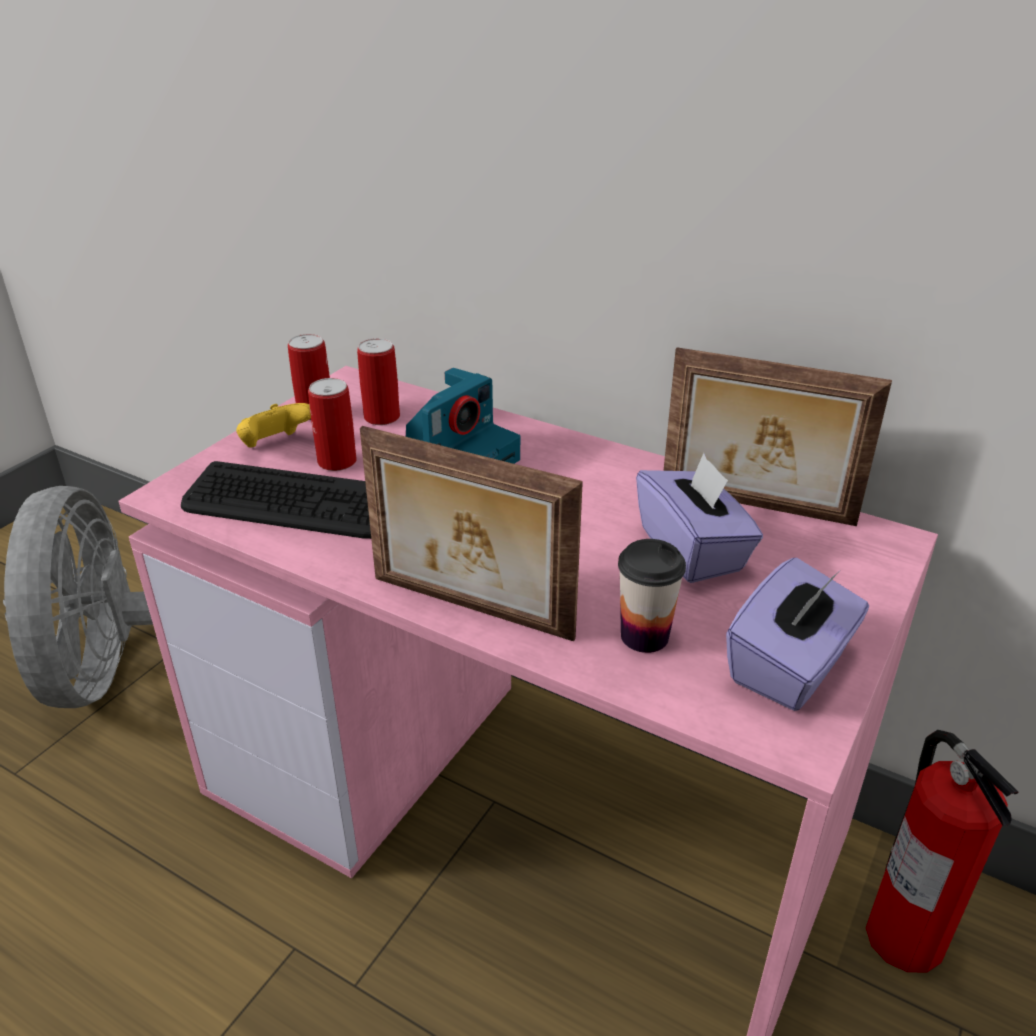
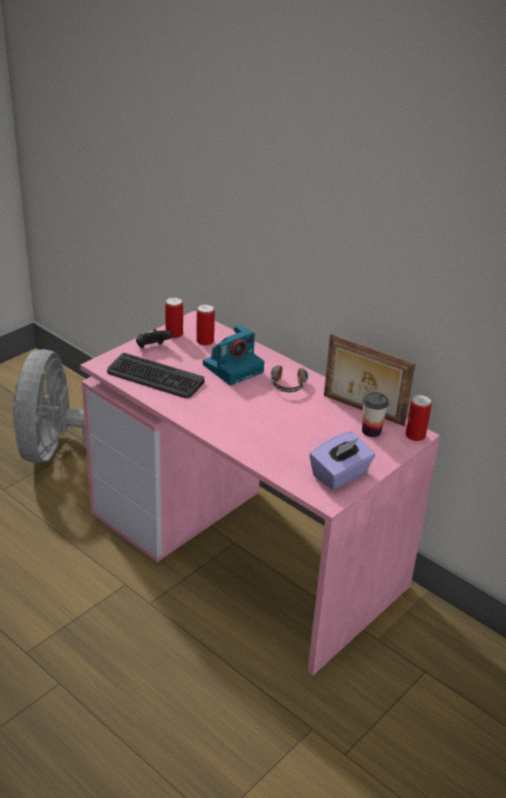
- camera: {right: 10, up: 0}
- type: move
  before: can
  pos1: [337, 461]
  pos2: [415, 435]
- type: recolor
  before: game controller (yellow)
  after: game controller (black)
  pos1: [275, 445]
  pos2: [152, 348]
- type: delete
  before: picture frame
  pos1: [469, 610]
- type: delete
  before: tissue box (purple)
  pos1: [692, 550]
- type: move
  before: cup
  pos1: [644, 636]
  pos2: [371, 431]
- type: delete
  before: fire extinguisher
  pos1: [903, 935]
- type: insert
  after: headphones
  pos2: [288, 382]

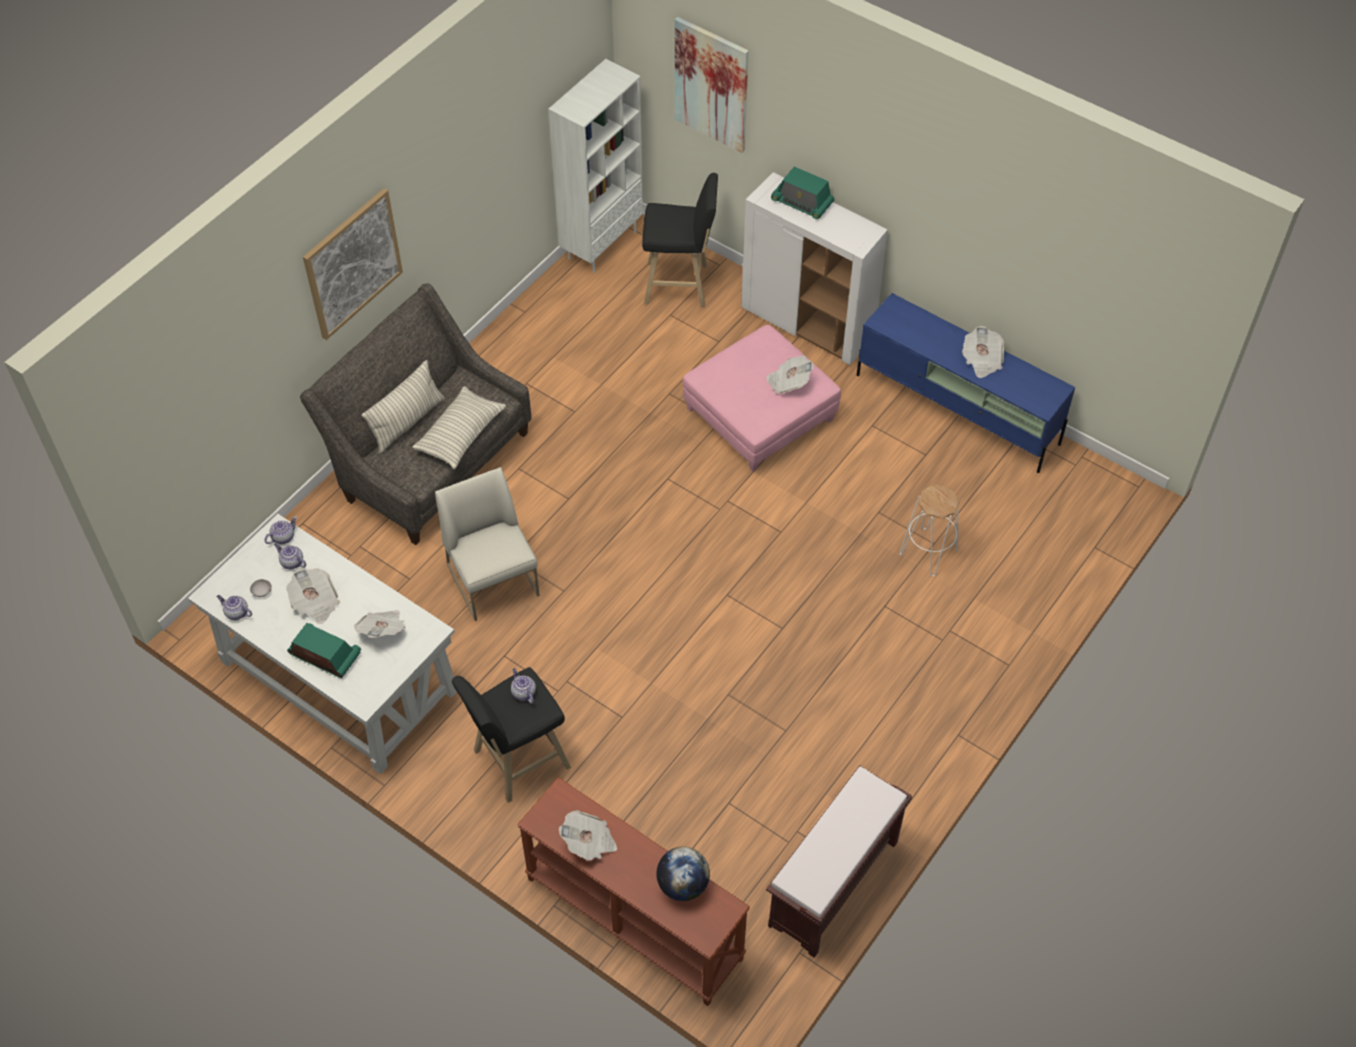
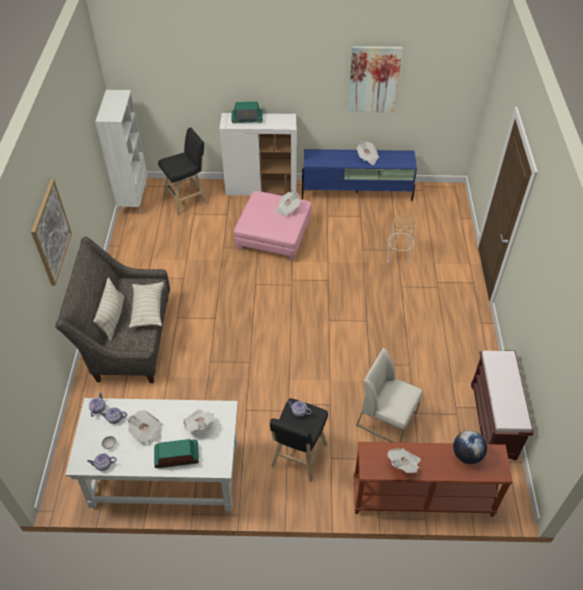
- camera: {right: -35, up: -5}
- type: move
  before: picture
  pos1: [711, 85]
  pos2: [374, 79]
- type: move
  before: chair (white)
  pos1: [494, 580]
  pos2: [387, 418]

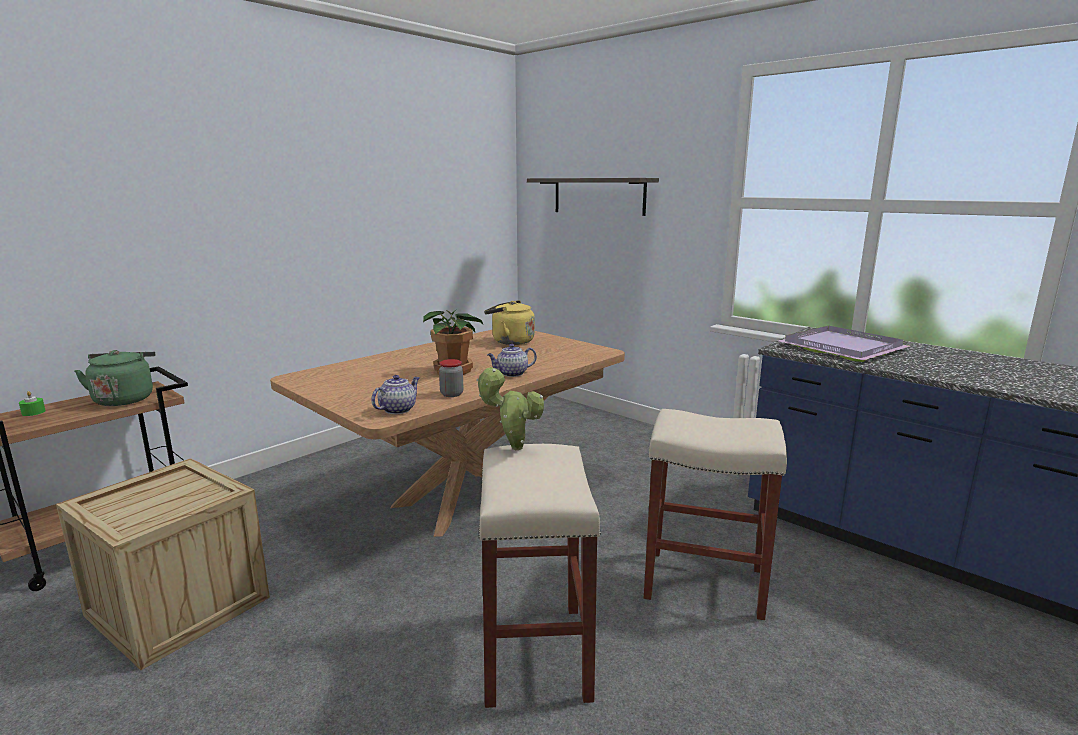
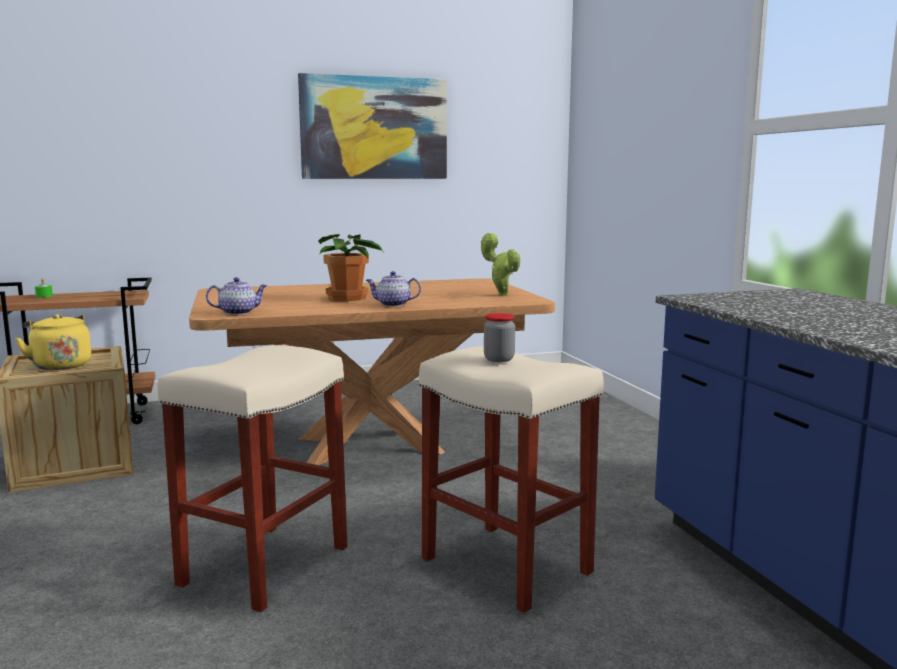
- camera: {right: 30, up: -5}
- type: delete
  before: shelf
  pos1: [598, 196]
- type: move
  before: kettle (yellow)
  pos1: [510, 341]
  pos2: [60, 365]
- type: delete
  before: tray (purple)
  pos1: [843, 348]
- type: delete
  before: kettle (green)
  pos1: [125, 399]
- type: move
  before: jar
  pos1: [451, 394]
  pos2: [499, 359]
- type: move
  before: potted plant
  pos1: [512, 448]
  pos2: [501, 294]
- type: insert
  after: picture
  pos2: [374, 128]

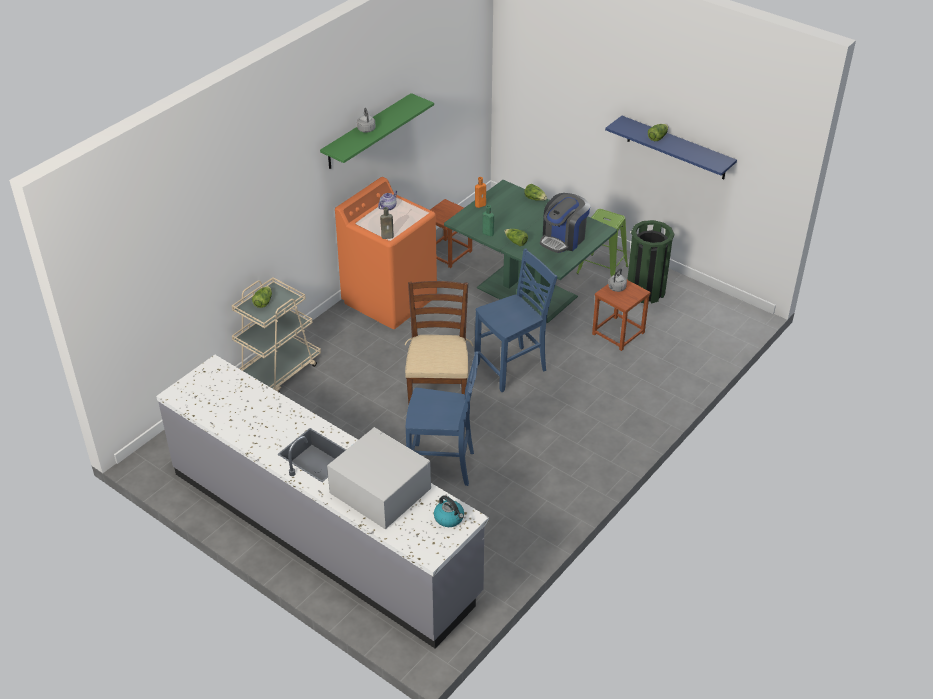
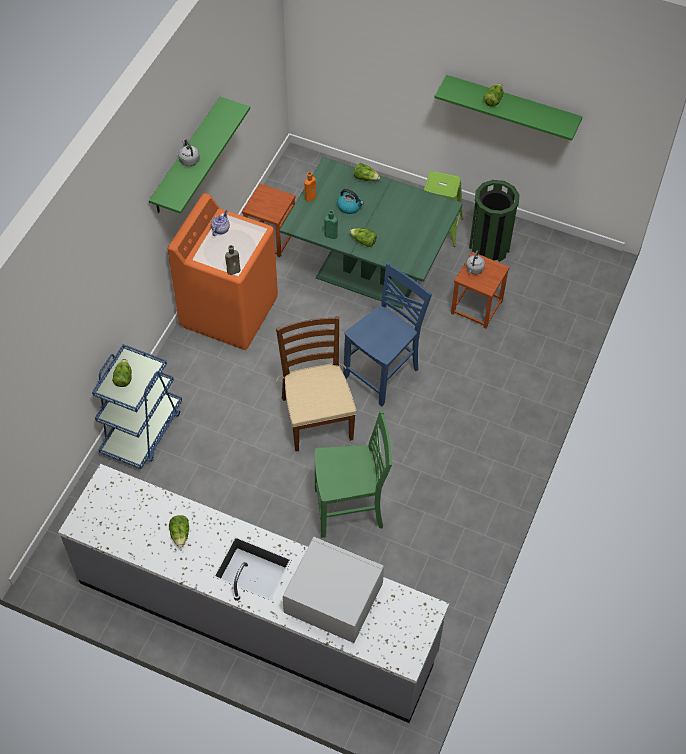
- camera: {right: -15, up: 15}
- type: recolor
  before: shelf (blue)
  after: shelf (green)
  pos1: [676, 148]
  pos2: [512, 105]
- type: delete
  before: coffee machine
  pos1: [563, 239]
- type: recolor
  before: cart (beige)
  after: cart (blue)
  pos1: [278, 371]
  pos2: [142, 430]
- type: recolor
  before: chair (blue)
  after: chair (green)
  pos1: [442, 466]
  pos2: [350, 510]
- type: move
  before: kettle
  pos1: [449, 518]
  pos2: [350, 206]
- type: insert
  after: lettuce
  pos2: [180, 534]

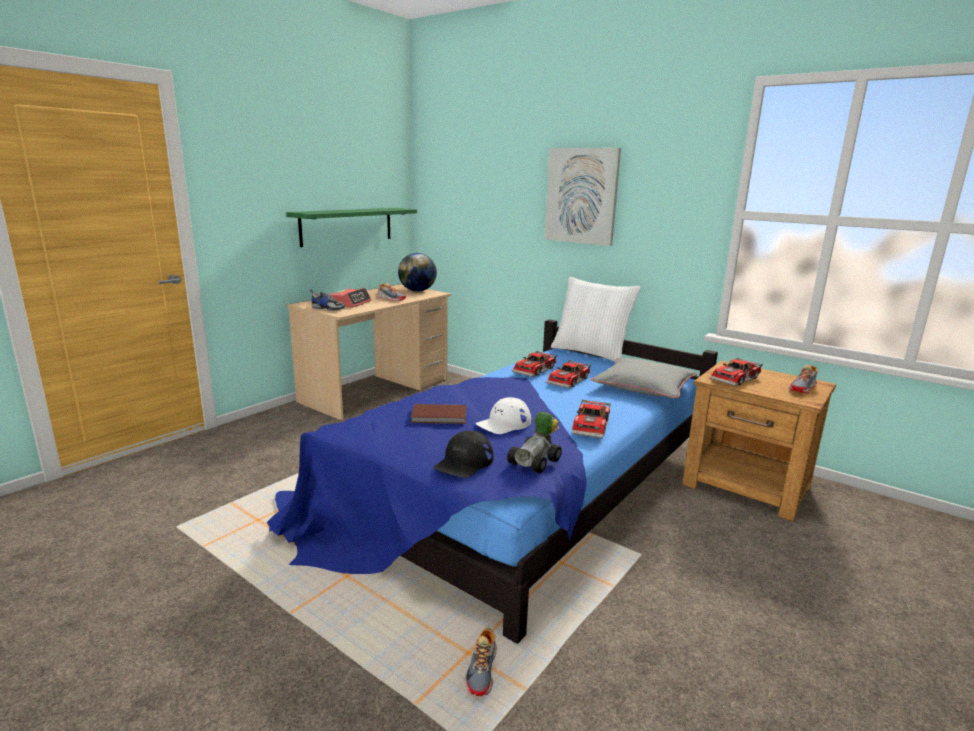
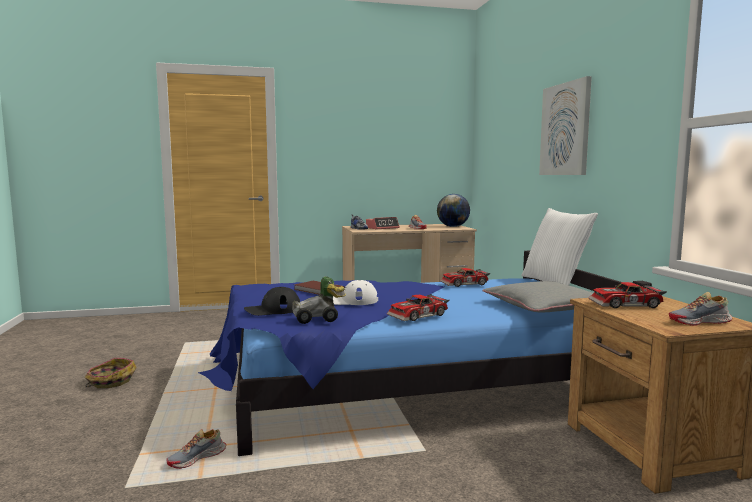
- camera: {right: 40, up: -10}
- type: delete
  before: shelf (green)
  pos1: [347, 226]
- type: delete
  before: toy car
  pos1: [570, 381]
- type: insert
  after: basket
  pos2: [110, 381]

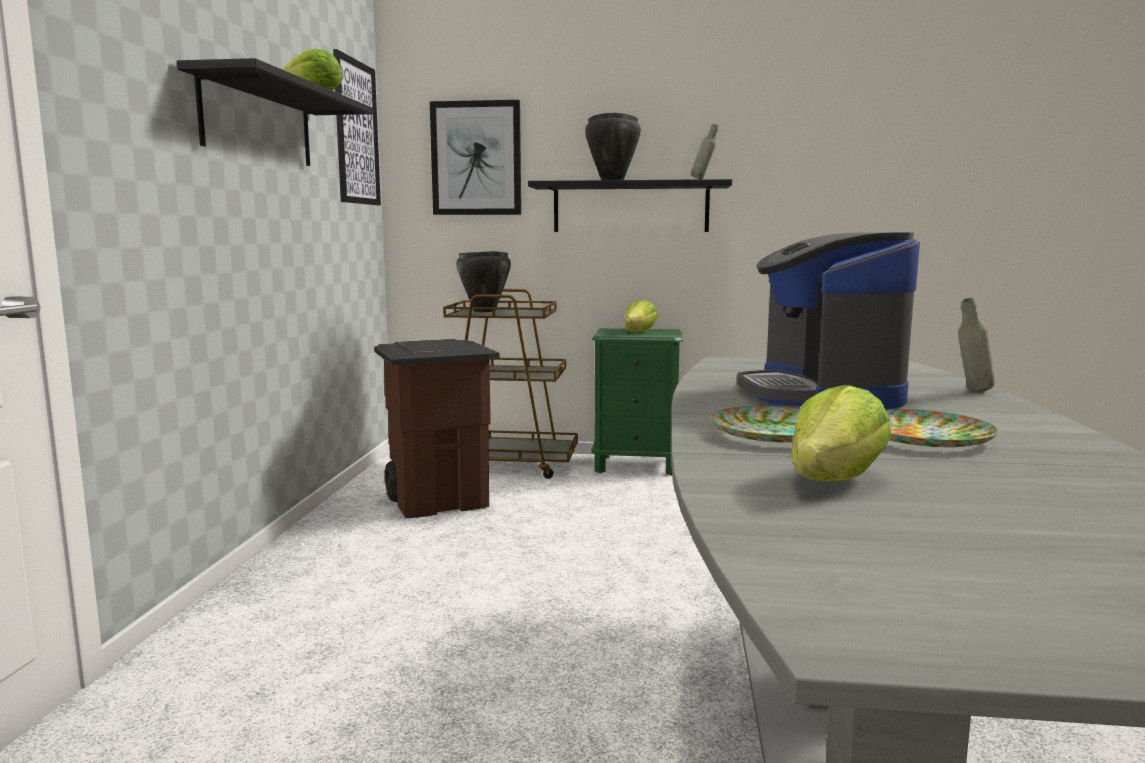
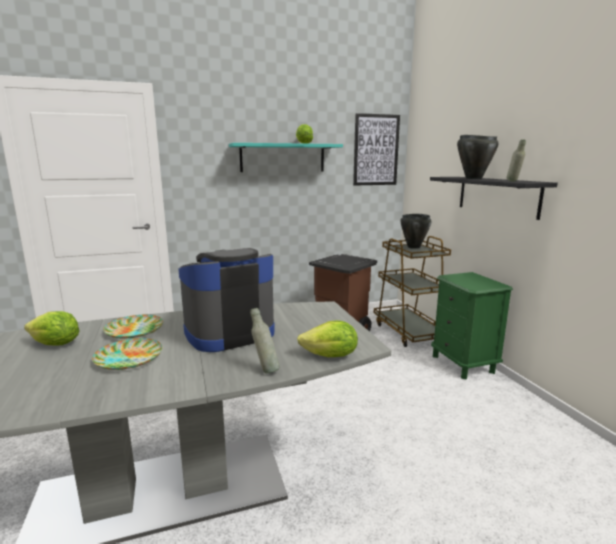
- camera: {right: 65, up: 5}
- type: recolor
  before: shelf (black)
  after: shelf (turquoise)
  pos1: [258, 122]
  pos2: [282, 158]
- type: delete
  before: picture
  pos1: [476, 158]
- type: move
  before: lettuce
  pos1: [639, 332]
  pos2: [330, 356]

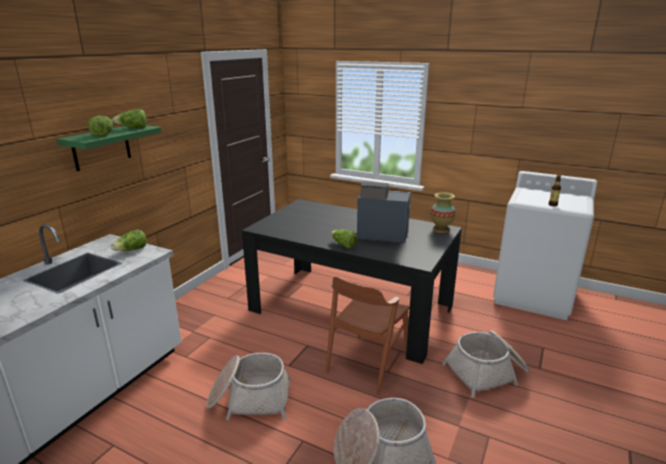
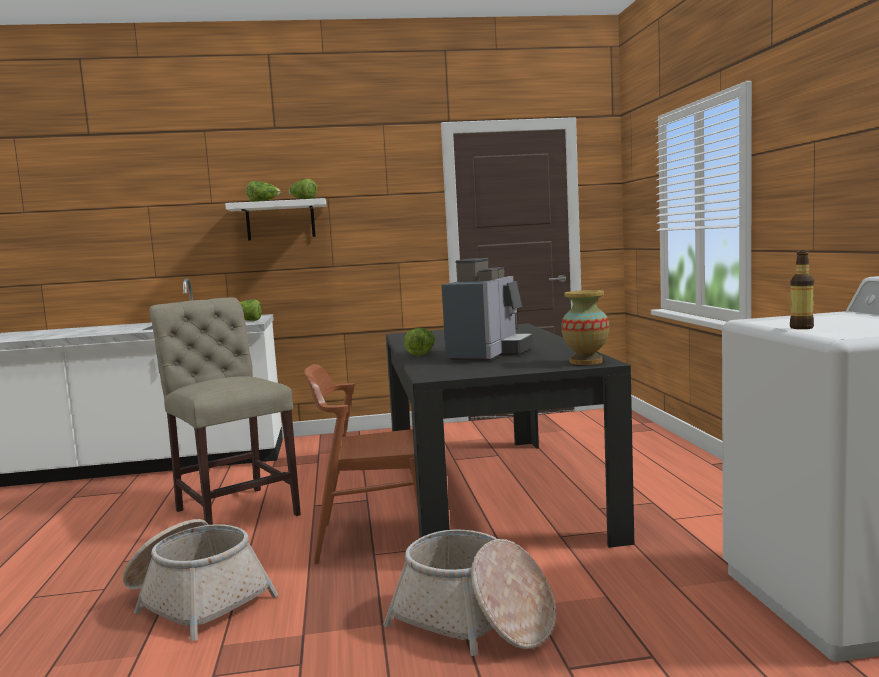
- camera: {right: 55, up: -15}
- type: recolor
  before: shelf (green)
  after: shelf (white)
  pos1: [101, 147]
  pos2: [280, 220]
- type: rotate
  before: coffee machine
  pos1: [380, 235]
  pos2: [489, 354]
  turn: 45
- type: replace
  before: basket
  after: chair (beige)
  pos1: [249, 398]
  pos2: [234, 510]

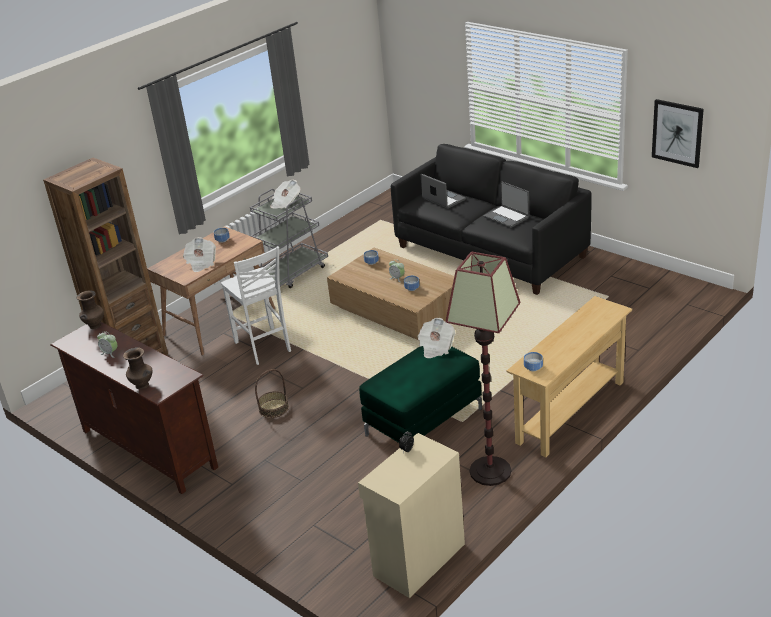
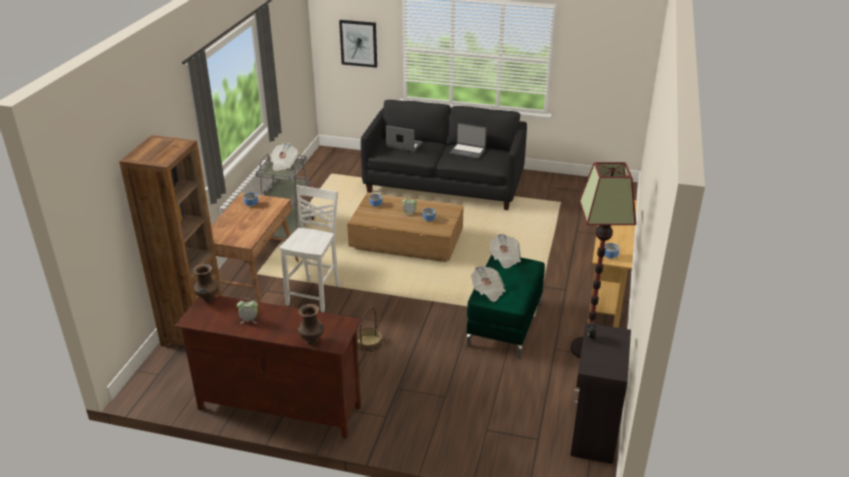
- camera: {right: -30, up: 0}
- type: move
  before: picture
  pos1: [677, 133]
  pos2: [358, 43]
- type: move
  before: newspaper
  pos1: [201, 263]
  pos2: [487, 291]
- type: rotate
  before: chair (white)
  pos1: [264, 347]
  pos2: [315, 295]
  turn: -105
- type: recolor
  before: cabinet (beige)
  after: cabinet (black)
  pos1: [417, 559]
  pos2: [593, 432]

